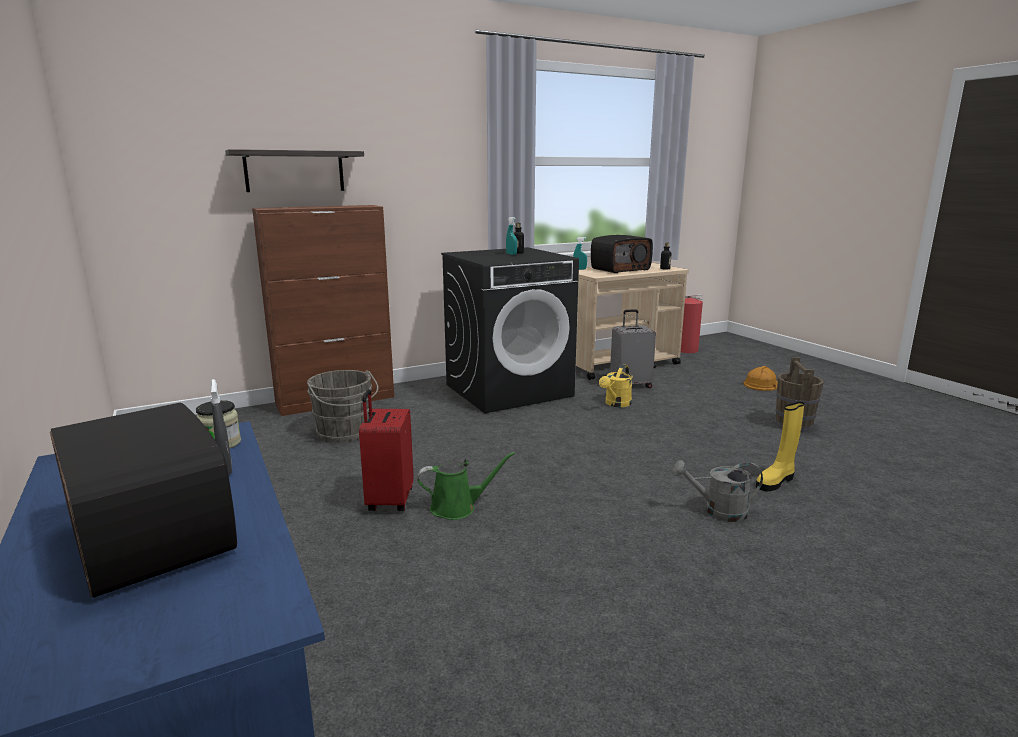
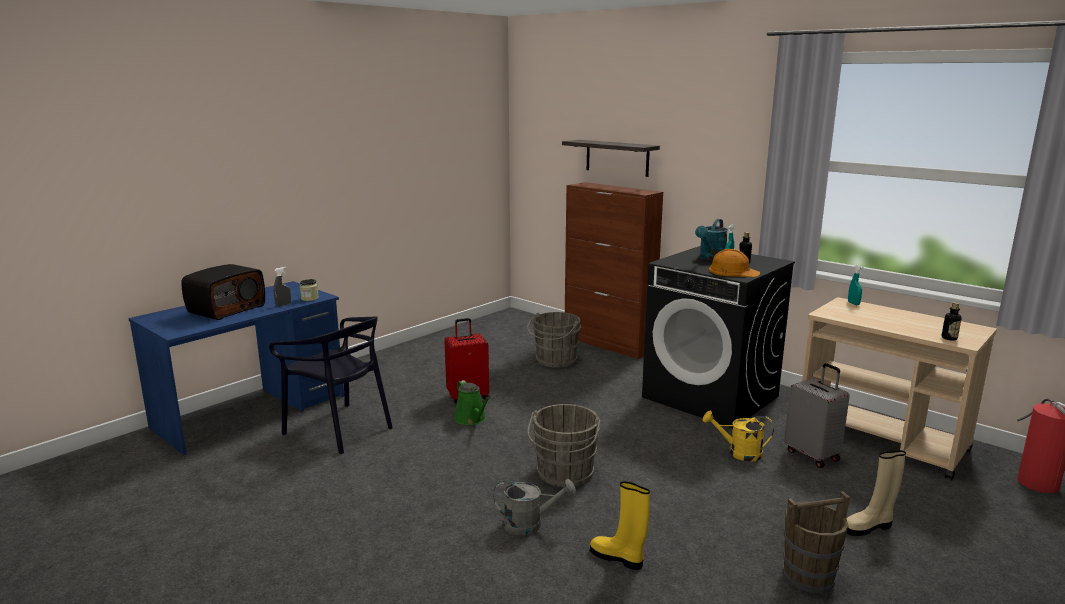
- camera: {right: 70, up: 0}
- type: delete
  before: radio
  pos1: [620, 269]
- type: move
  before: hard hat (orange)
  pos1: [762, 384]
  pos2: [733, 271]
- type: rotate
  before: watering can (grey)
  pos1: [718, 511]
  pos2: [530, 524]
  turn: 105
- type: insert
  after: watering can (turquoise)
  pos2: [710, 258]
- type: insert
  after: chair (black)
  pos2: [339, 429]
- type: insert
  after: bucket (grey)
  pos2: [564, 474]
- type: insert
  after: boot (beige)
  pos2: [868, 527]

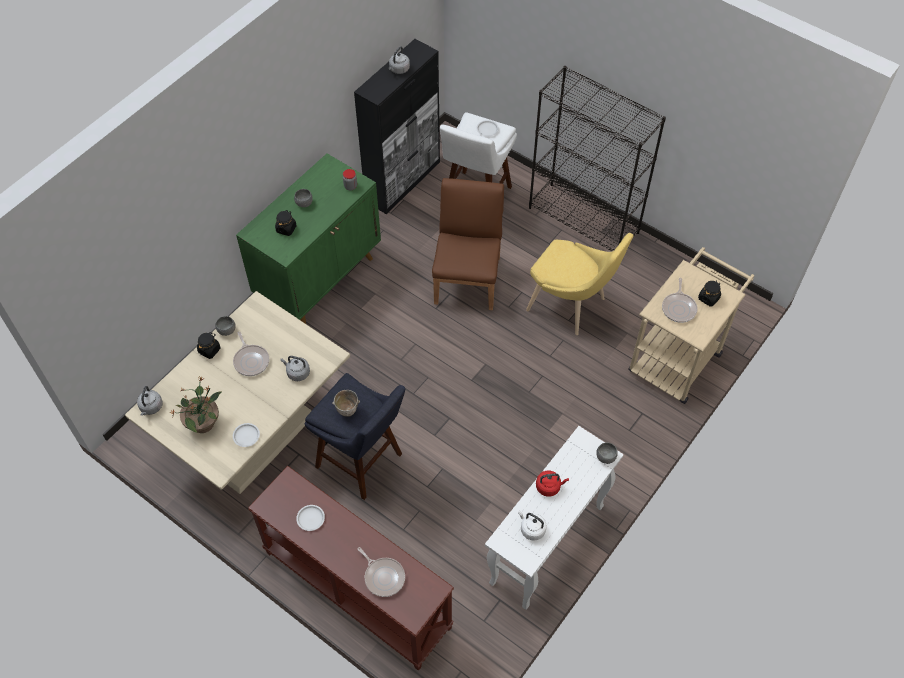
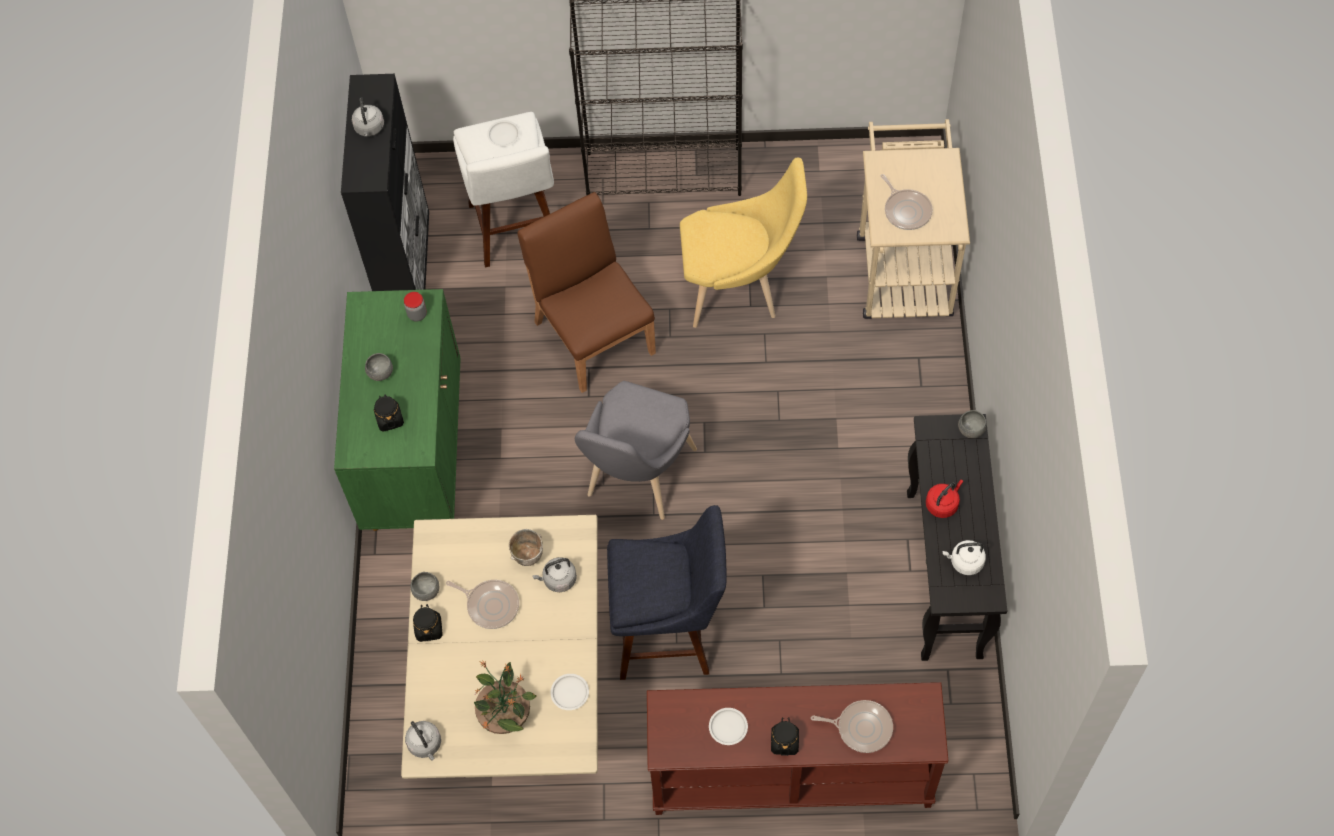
- camera: {right: -35, up: 5}
- type: move
  before: jar (black)
  pos1: [708, 298]
  pos2: [784, 742]
- type: move
  before: bowl
  pos1: [348, 411]
  pos2: [530, 557]
- type: recolor
  before: console table (white)
  after: console table (black)
  pos1: [546, 545]
  pos2: [944, 575]
- type: insert
  after: chair (grey)
  pos2: [637, 478]

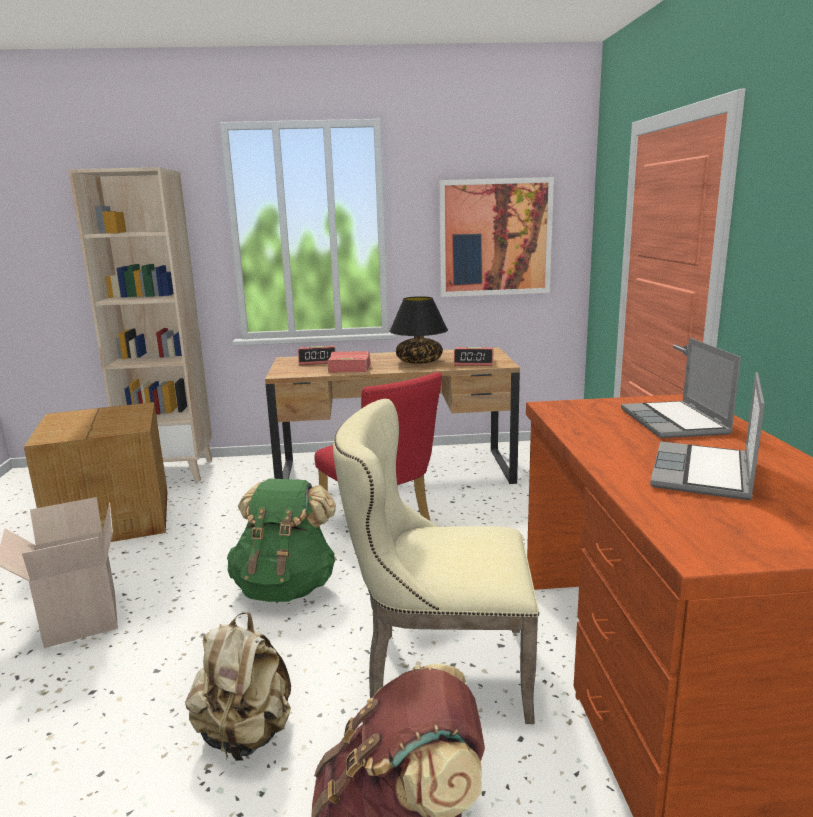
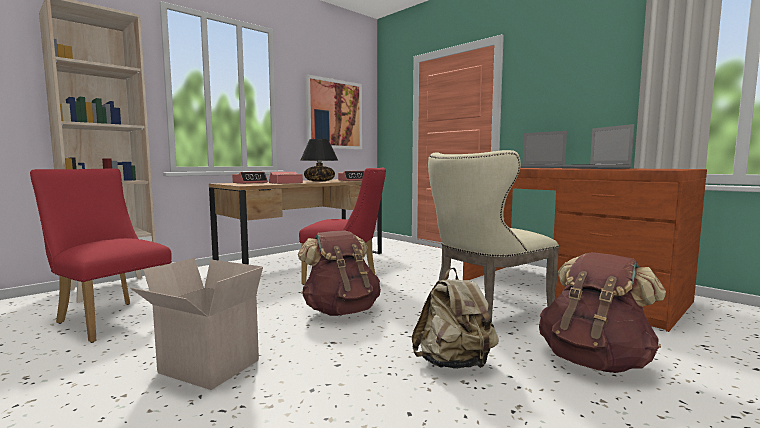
- camera: {right: -40, up: -10}
- type: replace
  before: cardboard box
  after: chair (red)
  pos1: [114, 518]
  pos2: [110, 319]
- type: recolor
  before: backpack (green)
  after: backpack (brown)
  pos1: [286, 587]
  pos2: [341, 311]

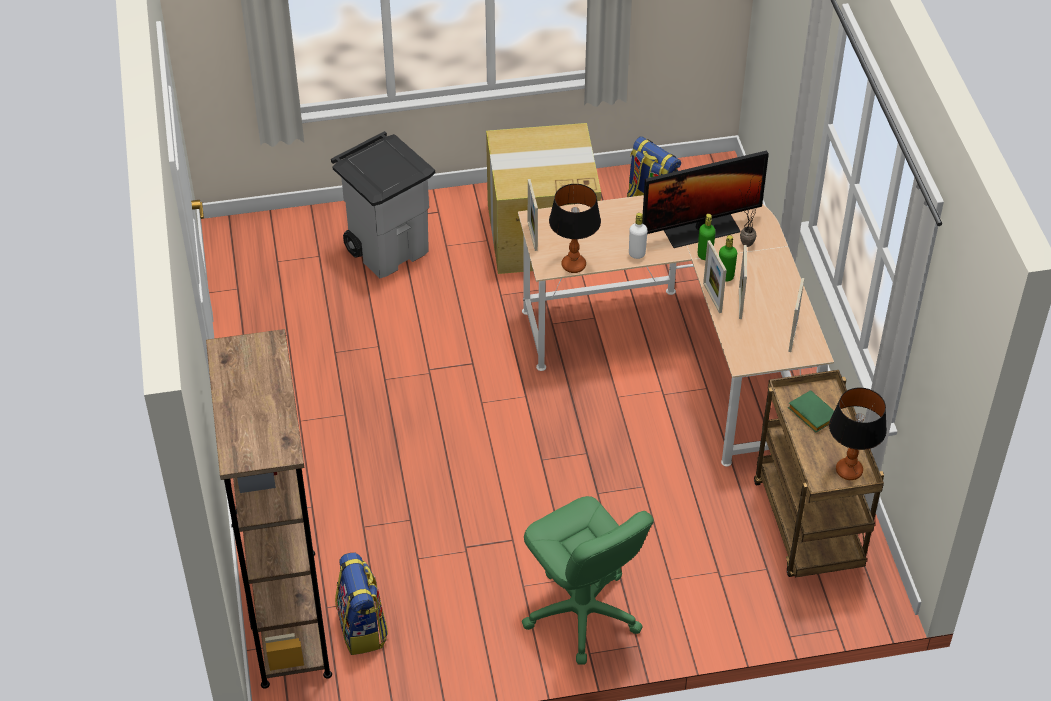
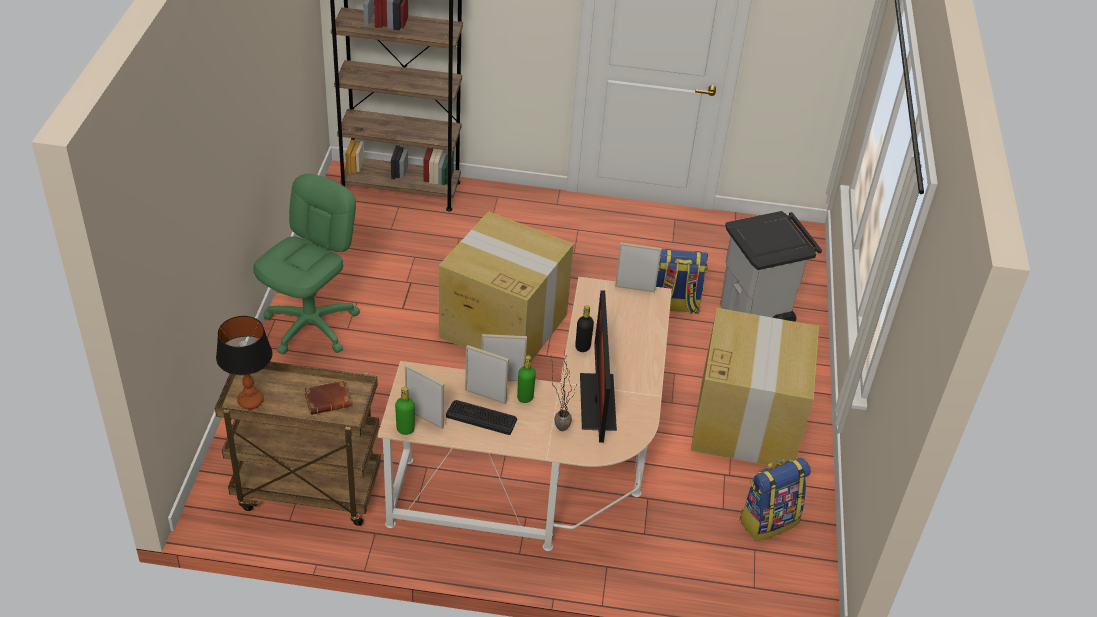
- camera: {right: 105, up: -5}
- type: delete
  before: table lamp
  pos1: [573, 265]
- type: recolor
  before: bottle (white)
  after: bottle (black)
  pos1: [637, 254]
  pos2: [582, 347]
- type: move
  before: bottle (green)
  pos1: [704, 255]
  pos2: [405, 429]
- type: recolor
  before: book (green)
  after: book (brown)
  pos1: [810, 414]
  pos2: [328, 400]
- type: rotate
  before: office chair (green)
  pos1: [582, 614]
  pos2: [311, 325]
  turn: 135
- type: move
  before: backpack
  pos1: [363, 628]
  pos2: [674, 305]
- type: insert
  after: cardboard box
  pos2: [502, 325]
- type: insert
  after: keyboard
  pos2: [481, 417]

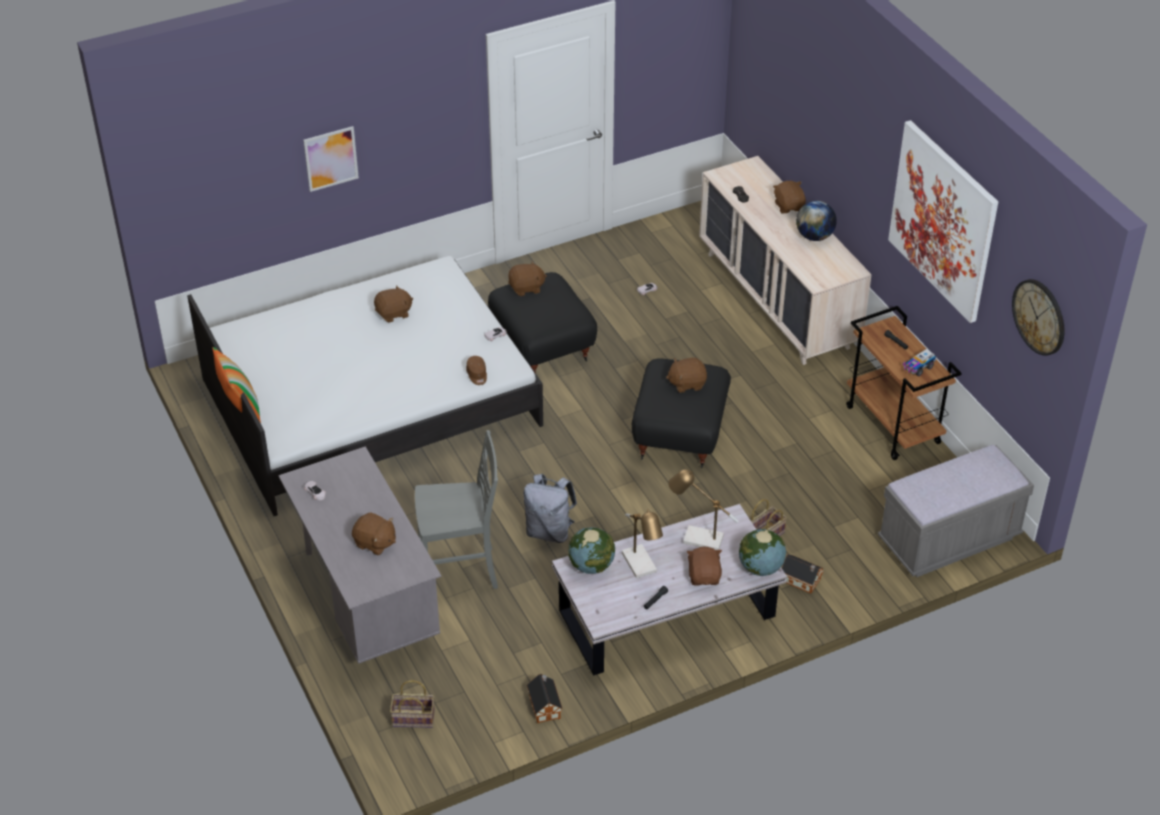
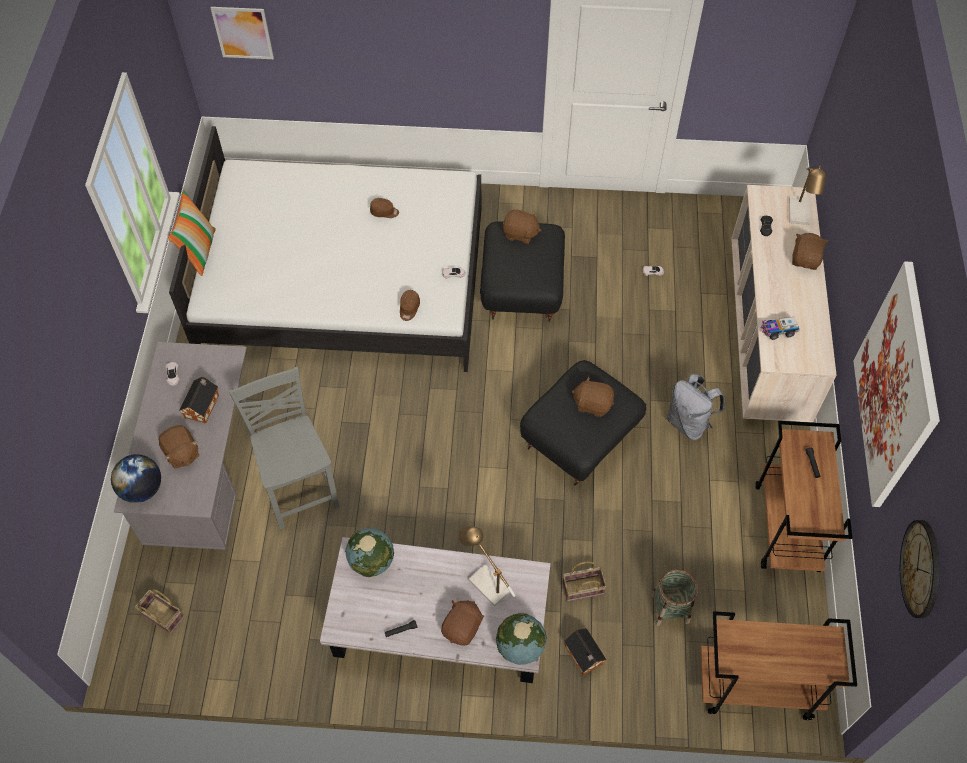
- camera: {right: 30, up: 15}
- type: move
  before: picture
  pos1: [331, 158]
  pos2: [243, 33]
- type: move
  before: globe
  pos1: [814, 236]
  pos2: [142, 489]
- type: replace
  before: plush toy (brown)
  after: cap (brown)
  pos1: [394, 313]
  pos2: [384, 212]
- type: move
  before: toy truck
  pos1: [918, 368]
  pos2: [777, 331]
- type: rotate
  before: chair (grey)
  pos1: [460, 571]
  pos2: [299, 487]
  turn: -135
- type: replace
  before: bench (grey)
  after: cart (brown)
  pos1: [949, 540]
  pos2: [756, 687]
- type: move
  before: backpack (grey)
  pos1: [549, 531]
  pos2: [689, 422]
- type: move
  before: table lamp
  pos1: [642, 566]
  pos2: [799, 215]
- type: move
  before: toy house
  pos1: [544, 705]
  pos2: [203, 405]
- type: insert
  after: basket
  pos2: [670, 608]

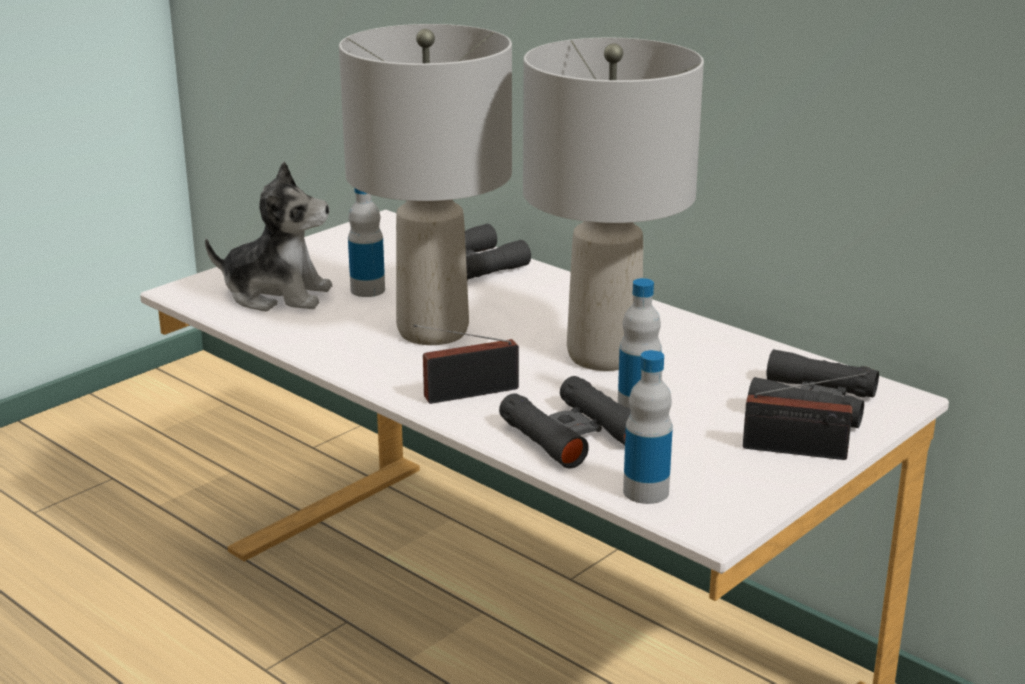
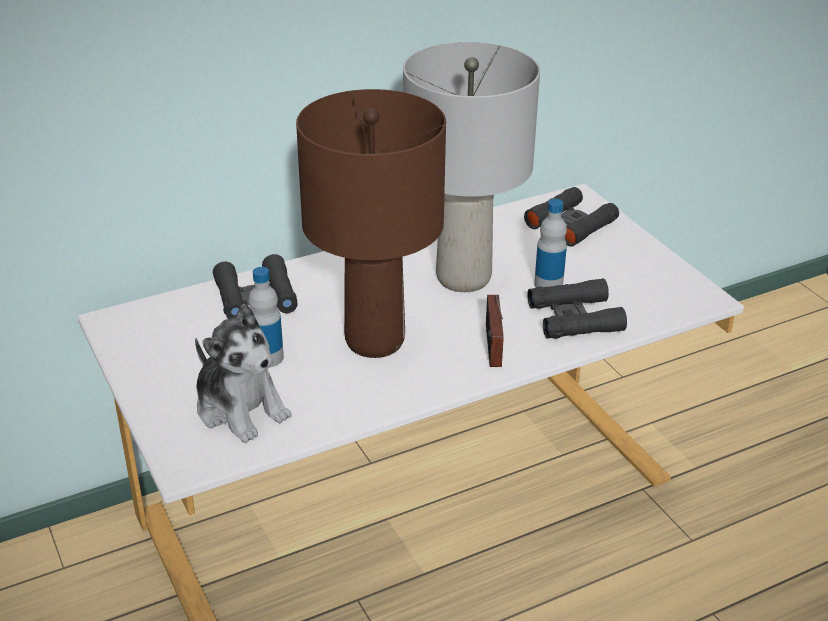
- camera: {right: -70, up: 10}
- type: recolor
  before: table lamp (grey)
  after: table lamp (brown)
  pos1: [432, 330]
  pos2: [373, 341]
- type: rotate
  before: plush toy
  pos1: [277, 295]
  pos2: [240, 409]
  turn: 105
- type: delete
  before: bottle
  pos1: [646, 491]
- type: delete
  before: radio
  pos1: [800, 451]

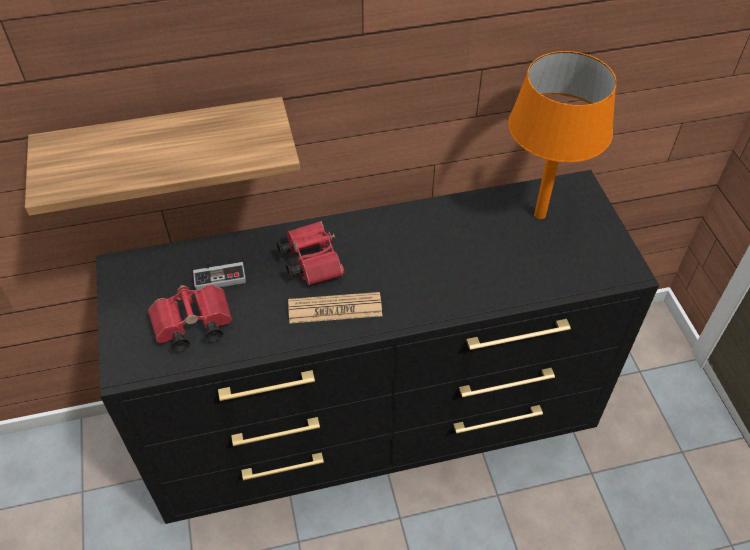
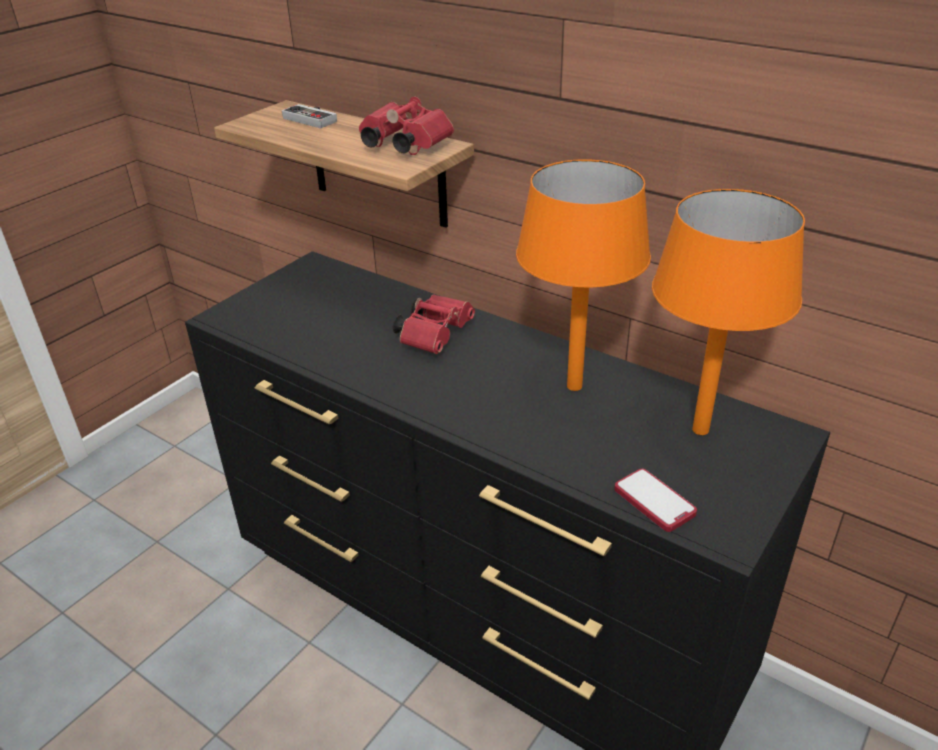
- camera: {right: 50, up: -15}
- type: move
  before: game controller
  pos1: [219, 275]
  pos2: [314, 118]
- type: move
  before: binoculars (red)
  pos1: [191, 327]
  pos2: [402, 145]
- type: delete
  before: newspaper
  pos1: [335, 308]
- type: insert
  after: table lamp (orange)
  pos2: [574, 386]
- type: insert
  after: phone
  pos2: [654, 501]

